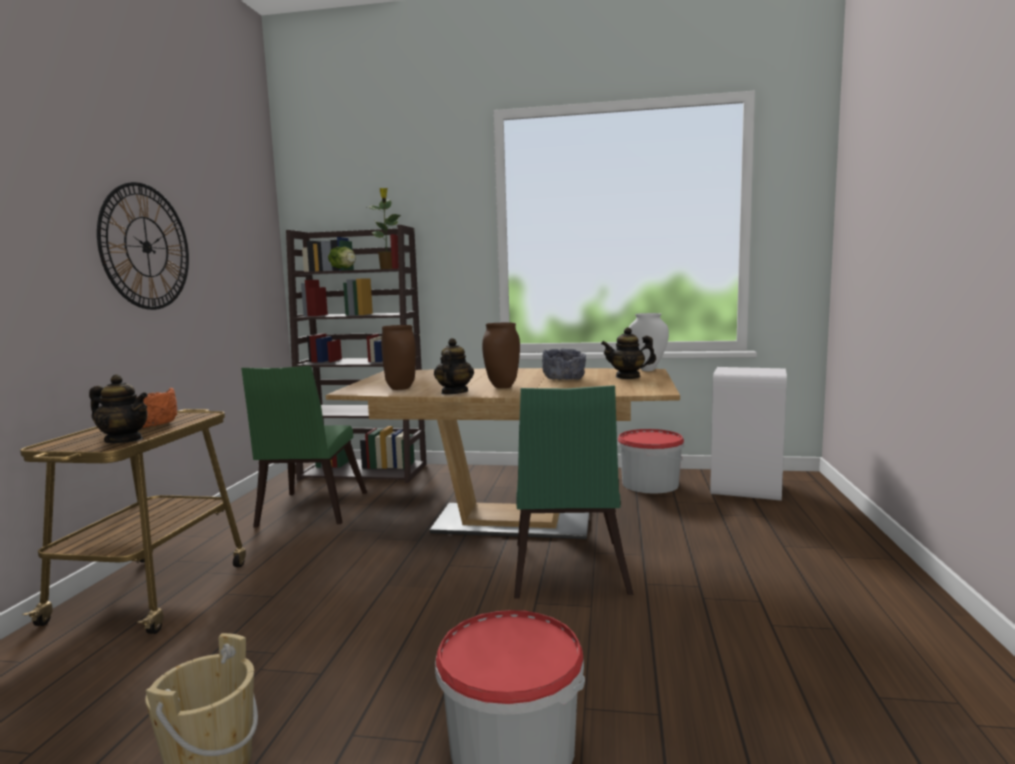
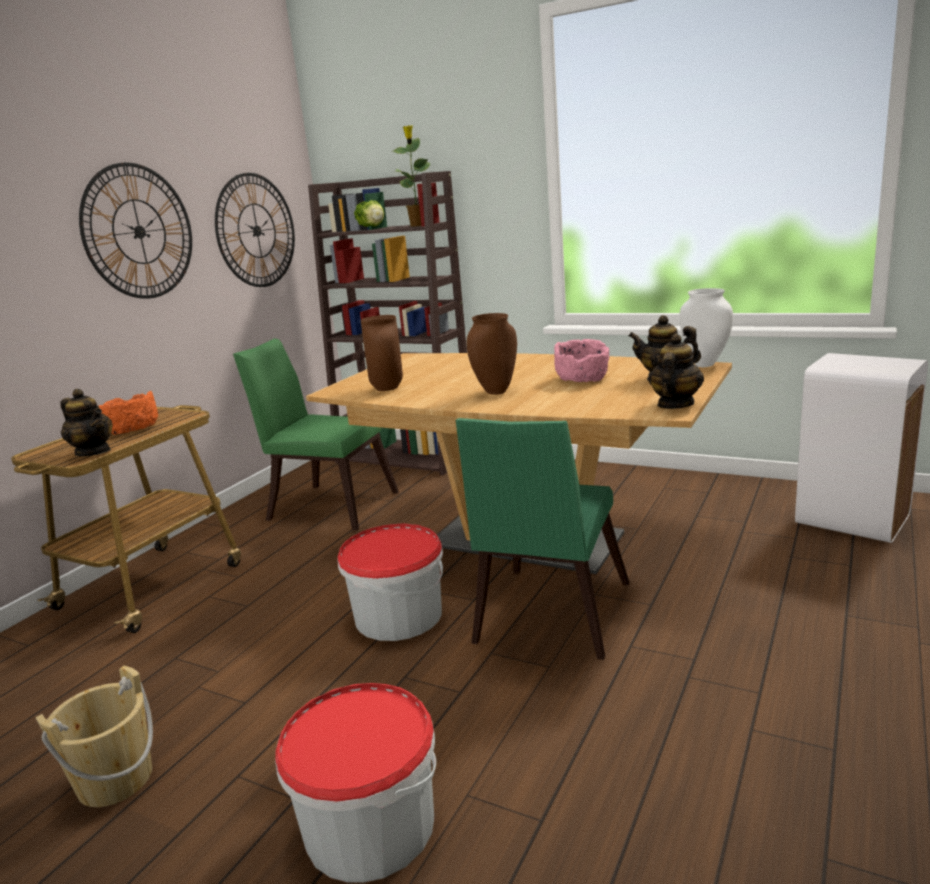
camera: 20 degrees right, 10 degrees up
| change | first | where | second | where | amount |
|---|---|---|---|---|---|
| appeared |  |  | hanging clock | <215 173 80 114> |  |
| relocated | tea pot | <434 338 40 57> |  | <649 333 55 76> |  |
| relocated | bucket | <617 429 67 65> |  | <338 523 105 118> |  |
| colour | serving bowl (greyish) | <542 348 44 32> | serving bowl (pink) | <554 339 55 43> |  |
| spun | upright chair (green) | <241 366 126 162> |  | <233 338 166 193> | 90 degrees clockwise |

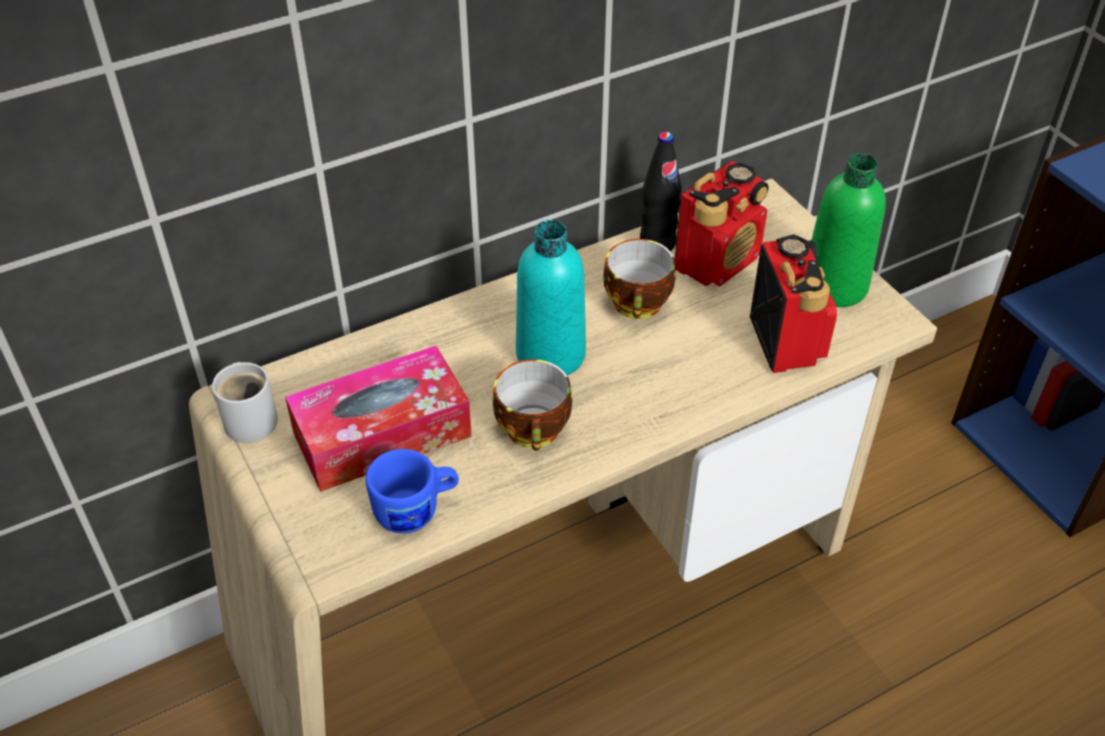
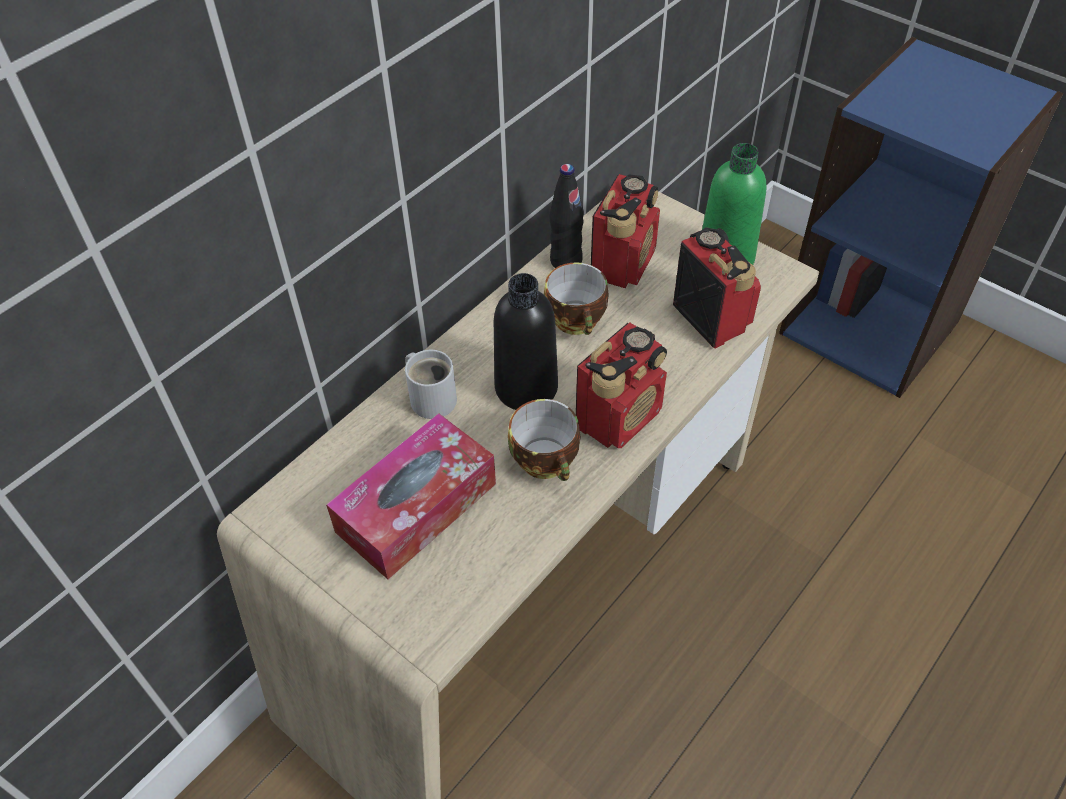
camera: 20 degrees left, 5 degrees up
| change | first | where | second | where | amount |
|---|---|---|---|---|---|
| missing | tea mug (blue-coloured) | <366 449 93 84> |  |  |  |
| appeared |  |  | radio | <576 322 91 126> |  |
| relocated | tea mug (whitish) | <212 362 66 81> |  | <405 350 52 69> |  |
| colour | bottle (turquoise) | <516 220 70 155> | bottle (black) | <494 273 64 137> |  |

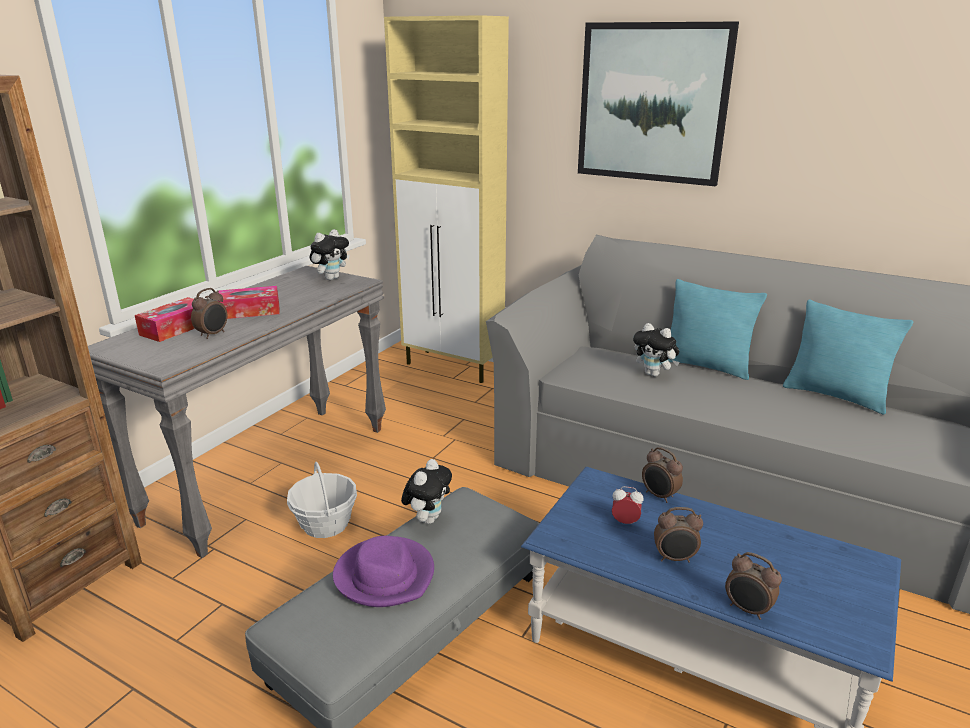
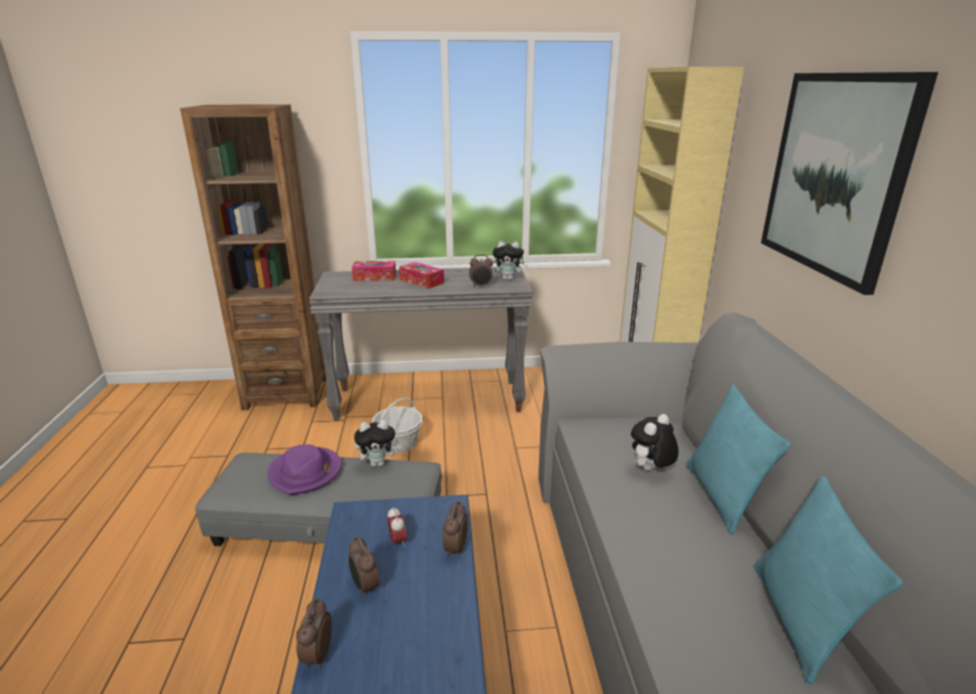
camera: 55 degrees right, 0 degrees up
| change | first | where | second | where | amount |
|---|---|---|---|---|---|
| relocated | bedside clock | <191 288 36 51> |  | <469 255 24 32> |  |
| spun | cuddly toy | <633 323 46 54> |  | <631 414 48 57> | 45 degrees clockwise |

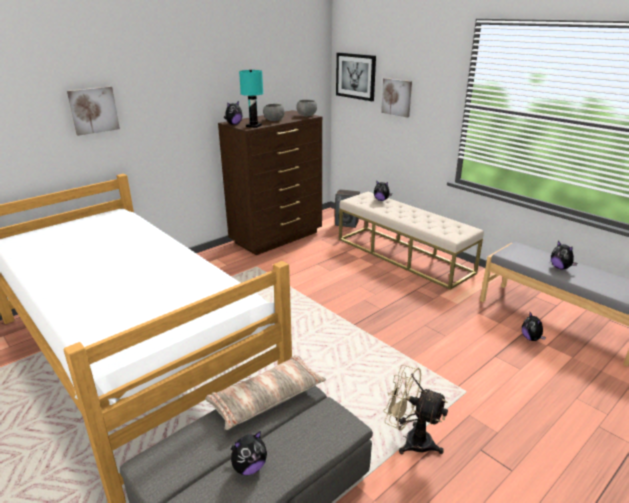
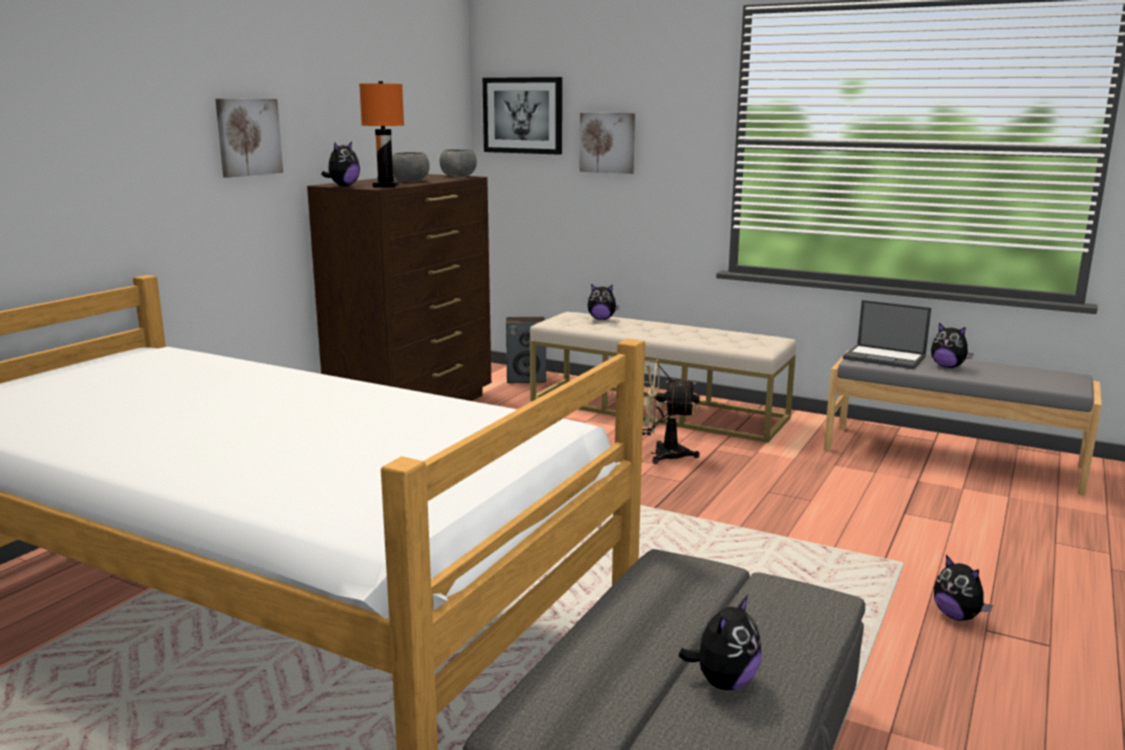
camera: 20 degrees left, 10 degrees down
| change | first | where | second | where | amount |
|---|---|---|---|---|---|
| missing | throw pillow | <205 355 121 75> |  |  |  |
| appeared |  |  | laptop | <843 300 88 69> |  |
| relocated | wall picture | <67 86 53 50> |  | <215 99 68 79> |  |
| relocated | cooling fan (sand-coloured) | <384 365 64 89> |  | <643 360 57 104> |  |
| relocated | cuddly toy | <522 312 24 29> |  | <934 555 59 66> |  |
| colour | tabletop lamp (turquoise) | <239 70 24 58> | tabletop lamp (orange) | <359 81 45 106> |  |

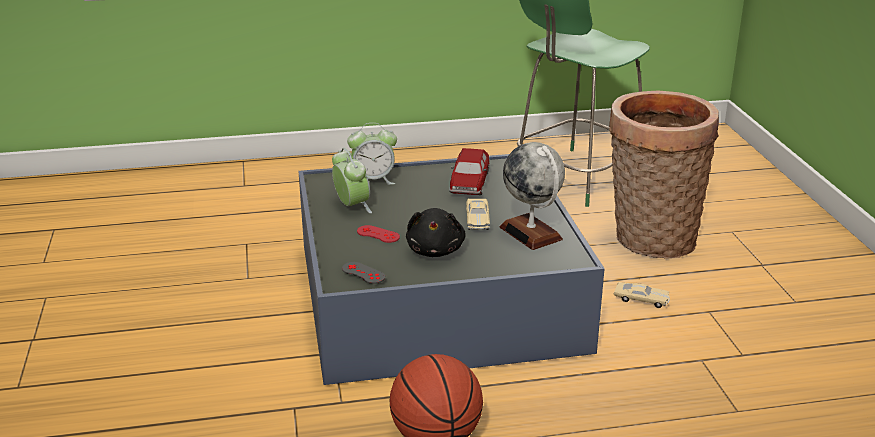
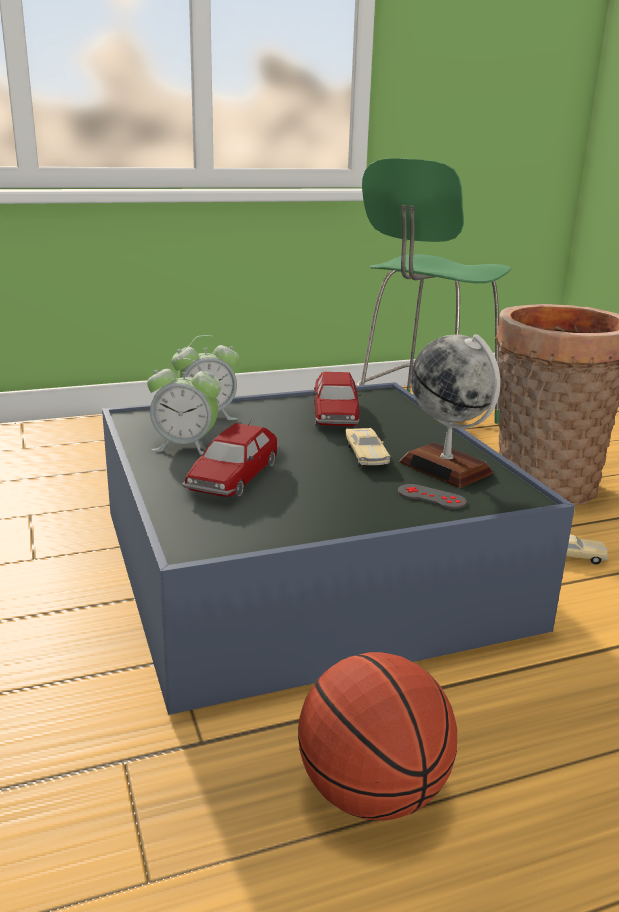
camera: 10 degrees left, 5 degrees down
| change | first | where | second | where | amount |
|---|---|---|---|---|---|
| missing | cuddly toy (black) | <406 208 60 49> |  |  |  |
| relocated | gamepad (greyish) | <342 262 43 22> |  | <398 484 69 25> |  |
| exchanged | gamepad (red-coloured) | <357 225 43 18> | miniature car | <182 423 97 75> |  |
| spun | bedside clock | <332 148 40 65> |  | <147 358 74 97> | 135 degrees clockwise |

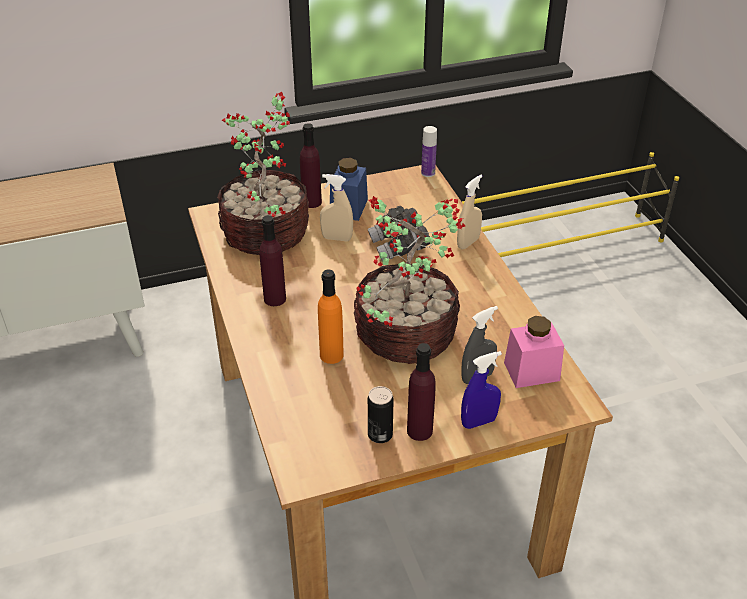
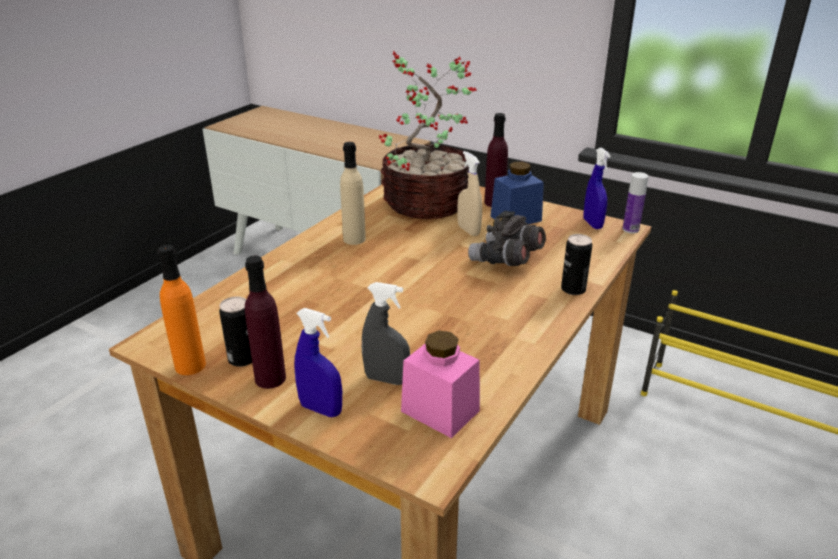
camera: 50 degrees right, 10 degrees down
| change | first | where | second | where | amount |
|---|---|---|---|---|---|
| missing | houseplant | <354 196 111 168> |  |  |  |
| appeared |  |  | spray bottle (blue-coloured) | <584 148 27 81> |  |
| relocated | bottle (orange) | <318 270 26 94> |  | <157 245 49 130> |  |
| exchanged | spray bottle (sand-coloured) | <457 175 25 74> | can | <561 234 31 61> |  |
| colour | bottle (purple) | <259 215 27 91> | bottle (sand-coloured) | <340 142 26 103> |  |

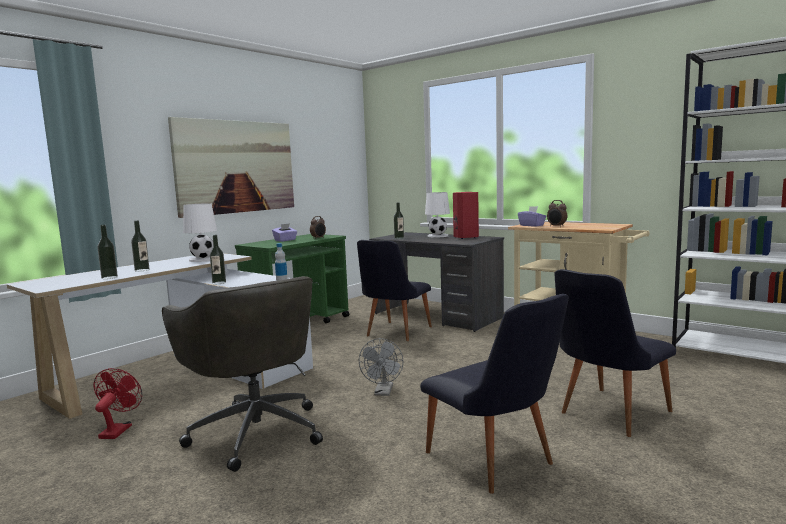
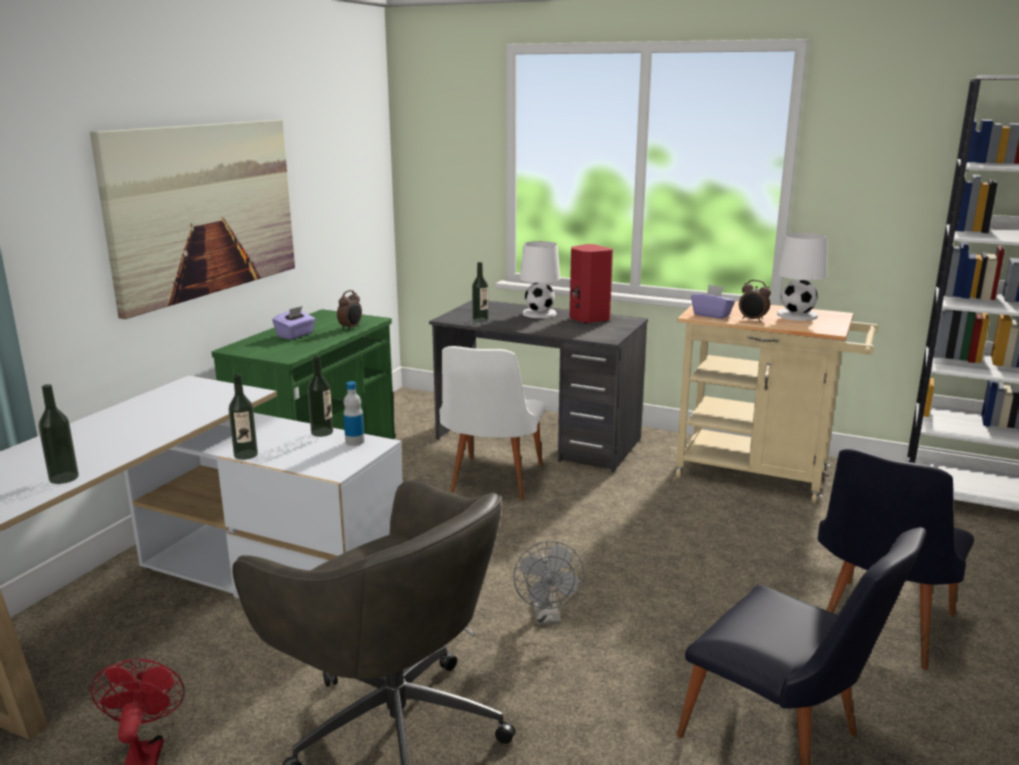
camera: 15 degrees left, 10 degrees up
| change | first | where | second | where | amount |
|---|---|---|---|---|---|
| relocated | bottle | <131 221 18 51> |  | <307 356 26 81> |  |
| relocated | tabletop lamp (whitish) | <183 203 34 59> |  | <777 233 50 88> |  |
| colour | upright chair (black) | <357 240 75 101> | upright chair (whitish) | <440 346 106 154> |  |

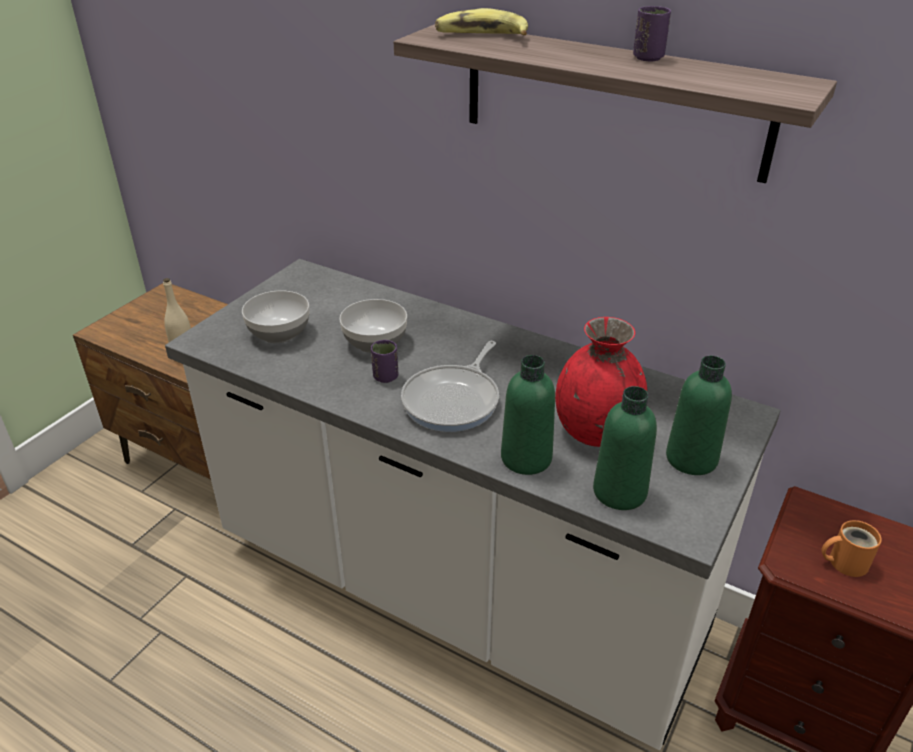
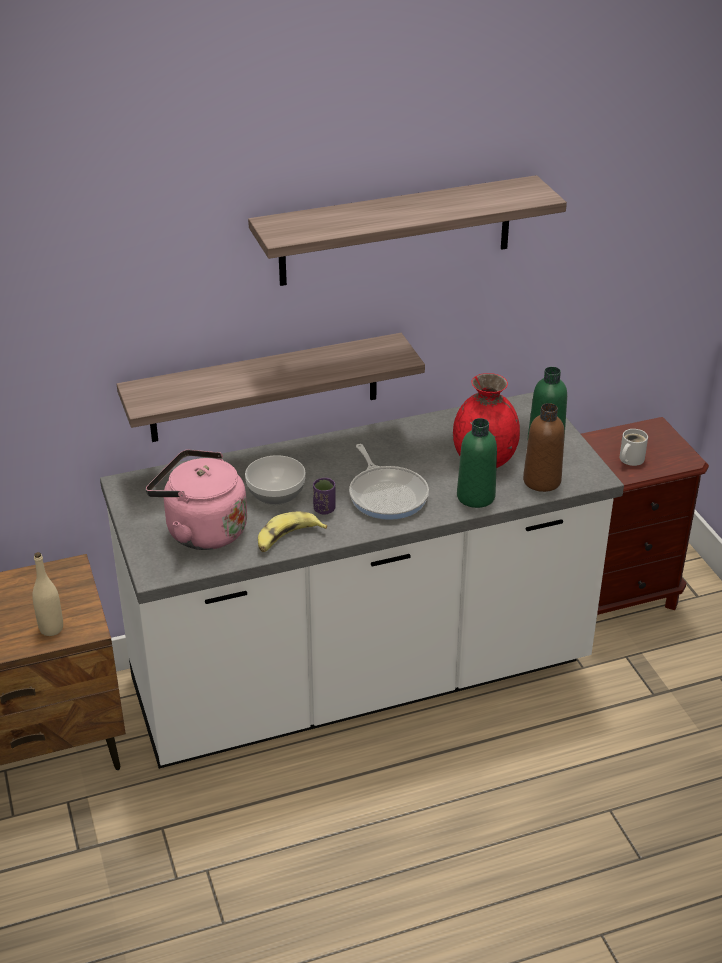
camera: 50 degrees left, 0 degrees up
| change | first | where | second | where | amount |
|---|---|---|---|---|---|
| missing | small cup (purple) | <633 6 38 55> |  |  |  |
| appeared |  |  | bracket shelf | <117 333 308 109> |  |
| relocated | banana fruit | <435 8 93 27> |  | <258 512 69 40> |  |
| exchanged | serving bowl | <242 291 67 52> | kettle (pink) | <146 449 101 101> |  |
| colour | bottle (green) | <593 386 64 124> | bottle (brownish) | <523 403 42 89> |  |
| colour | tea mug (orange) | <821 520 61 57> | tea mug (whitish) | <620 429 28 37> |  |

